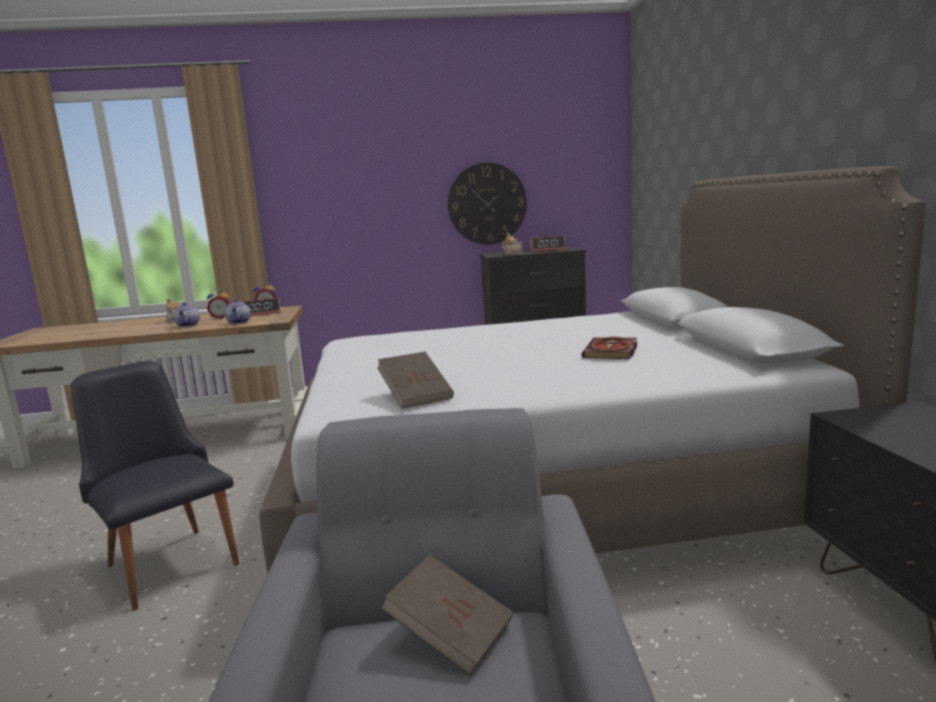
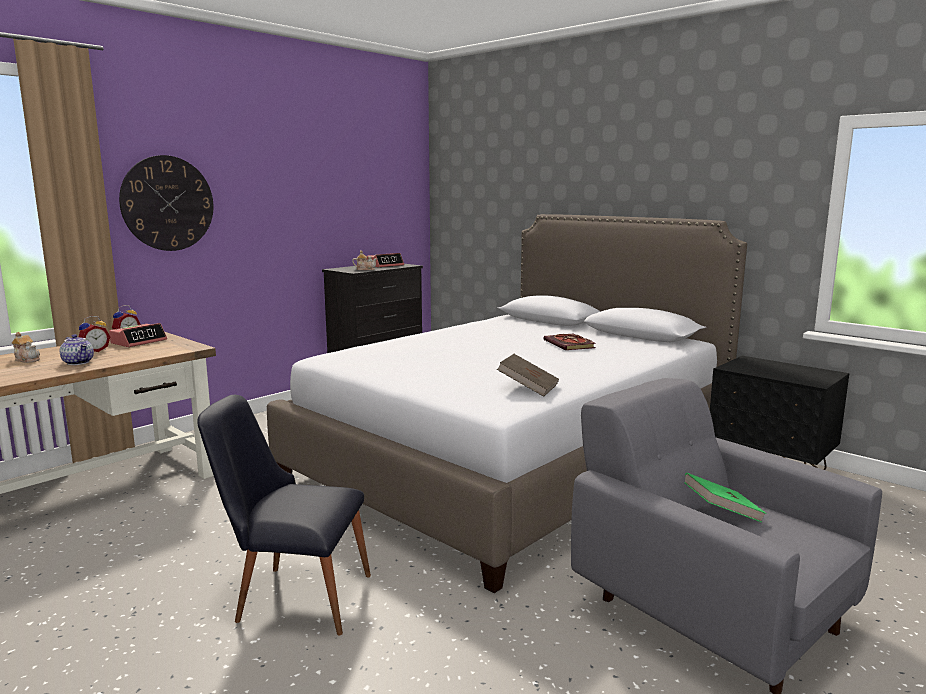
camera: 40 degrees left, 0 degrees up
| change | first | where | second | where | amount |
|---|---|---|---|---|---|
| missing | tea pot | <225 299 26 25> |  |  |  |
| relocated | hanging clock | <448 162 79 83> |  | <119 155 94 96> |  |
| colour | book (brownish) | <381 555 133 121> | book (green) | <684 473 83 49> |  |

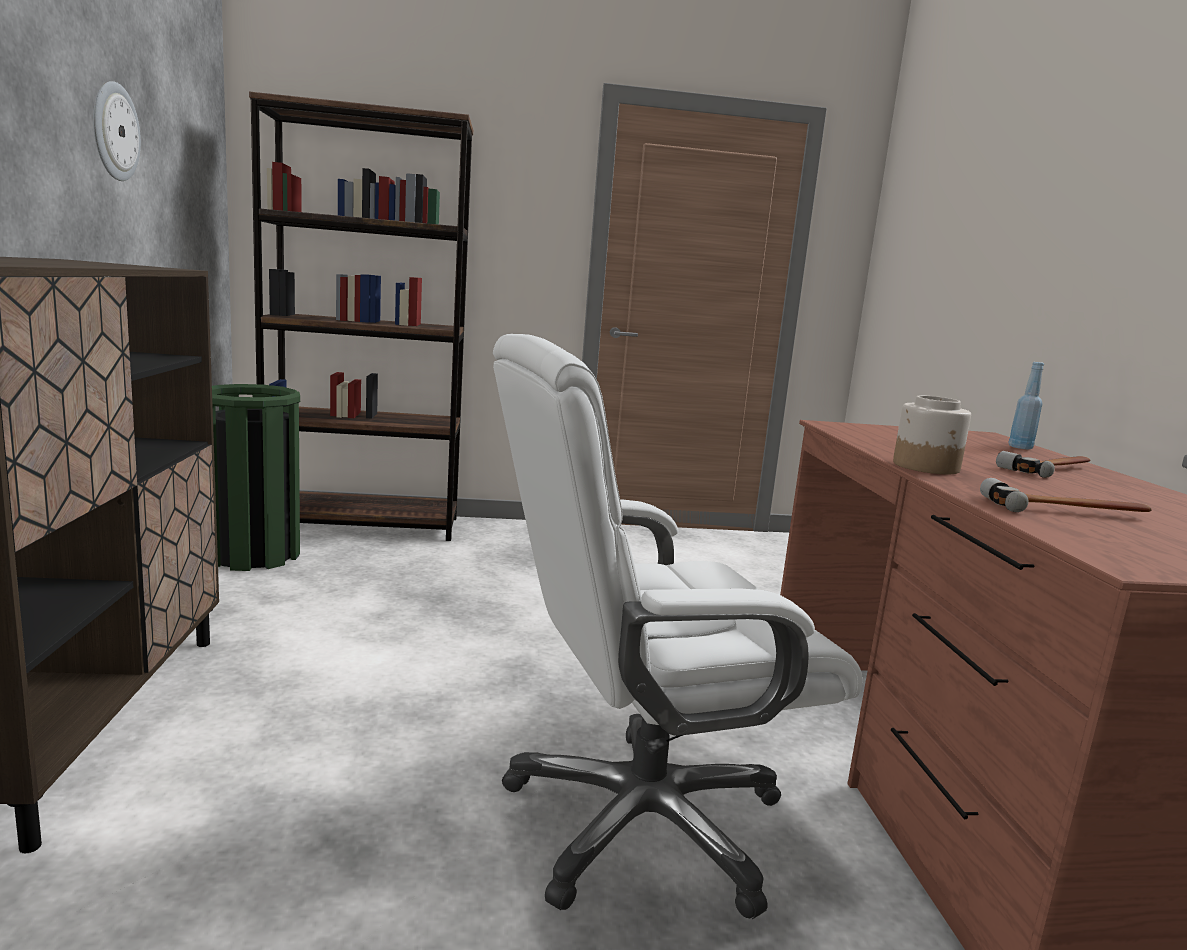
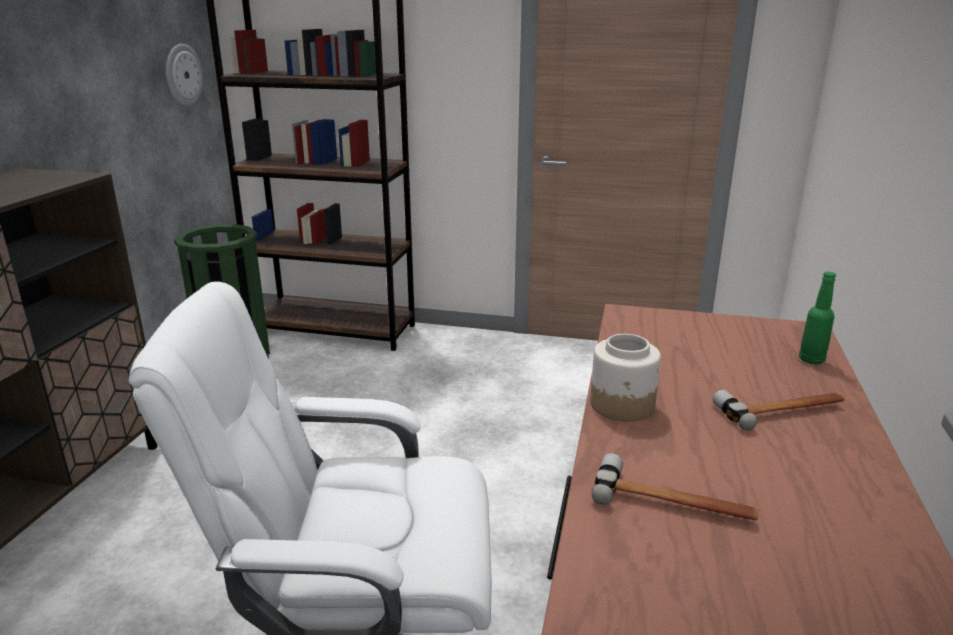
camera: 20 degrees right, 10 degrees up
| change | first | where | second | where | amount |
|---|---|---|---|---|---|
| relocated | hanging clock | <93 81 48 100> |  | <166 44 37 62> |  |
| colour | bottle (blue-coloured) | <1009 362 35 87> | bottle (green) | <799 272 37 92> |  |

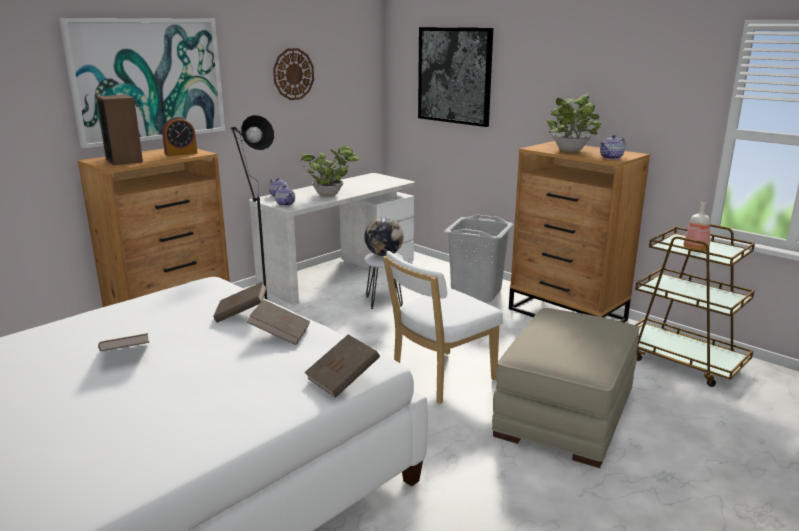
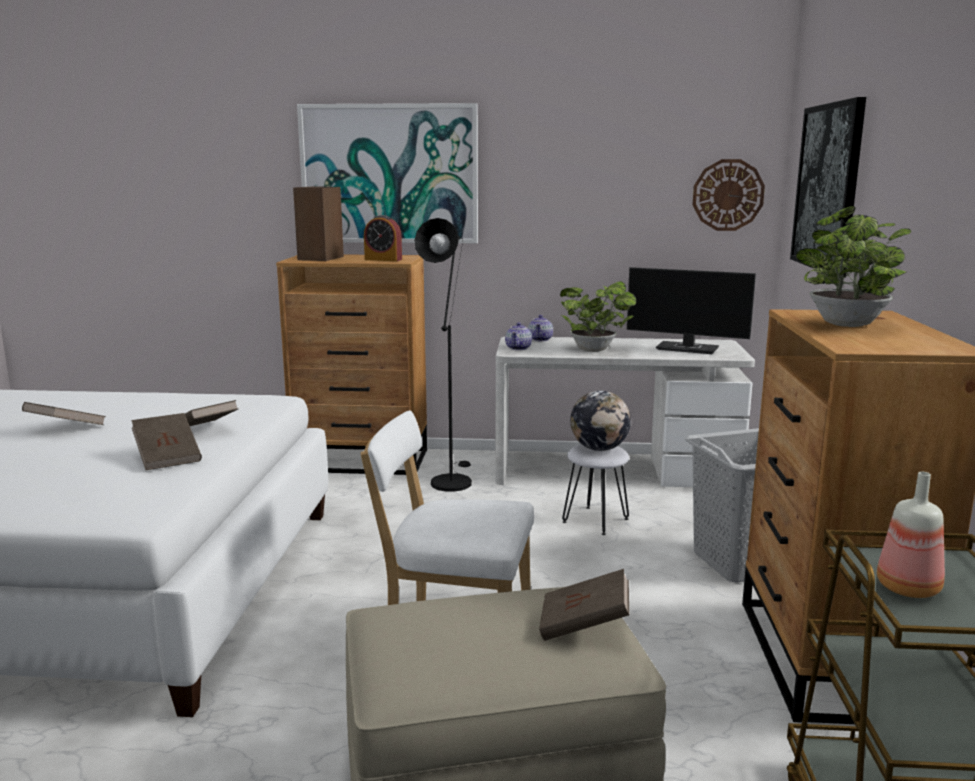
camera: 50 degrees right, 5 degrees down
| change | first | where | second | where | amount |
|---|---|---|---|---|---|
| missing | tea pot | <600 135 25 25> |  |  |  |
| appeared |  |  | monitor | <627 267 129 87> |  |
| relocated | hanging clock | <273 48 41 52> |  | <693 159 72 72> |  |
| relocated | book (brownish) | <304 335 76 63> |  | <539 569 90 72> |  |

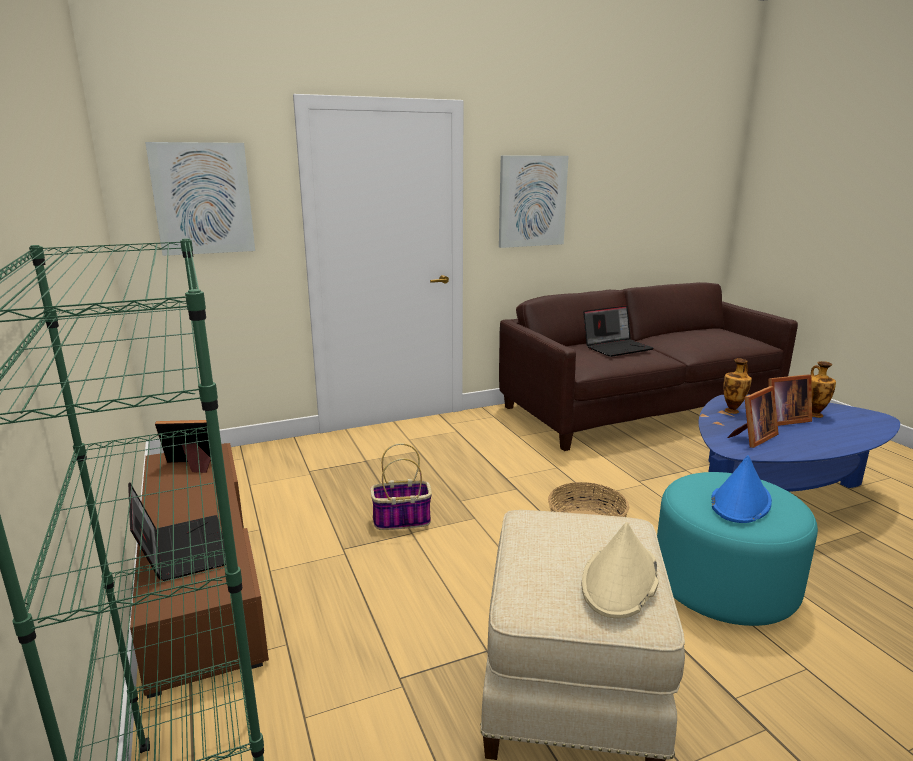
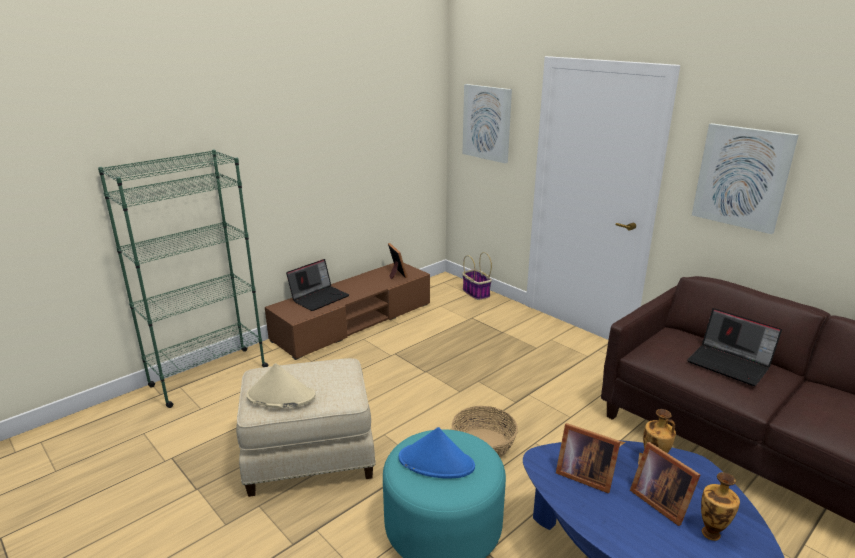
camera: 70 degrees right, 5 degrees up
| change | first | where | second | where | amount |
|---|---|---|---|---|---|
| relocated | household basket | <370 443 62 87> |  | <462 252 30 48> |  |

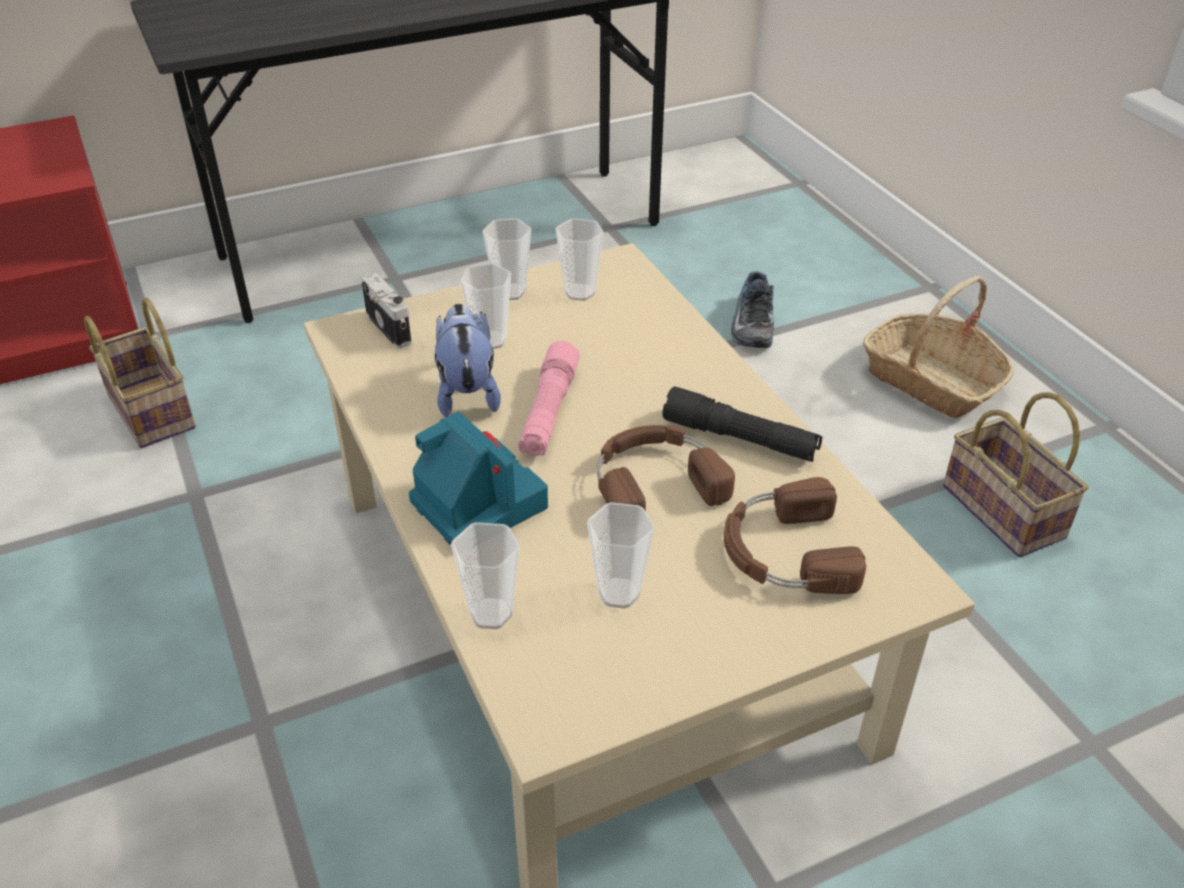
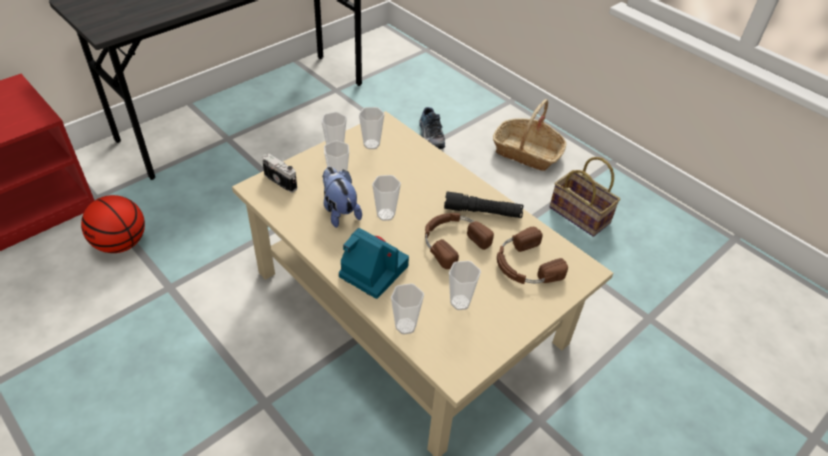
camera: 20 degrees left, 5 degrees up
| change | first | where | second | where | amount |
|---|---|---|---|---|---|
| exchanged | household basket | <84 297 112 151> | ball for basketball | <81 195 64 58> |  |
| exchanged | torch (pink) | <518 341 62 115> | small cup | <372 175 29 46> |  |

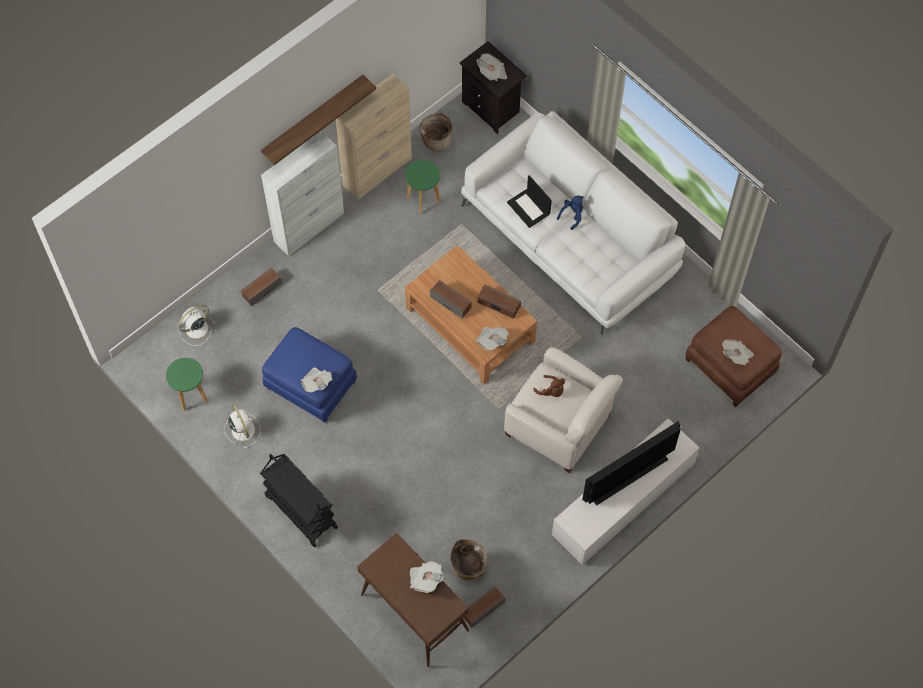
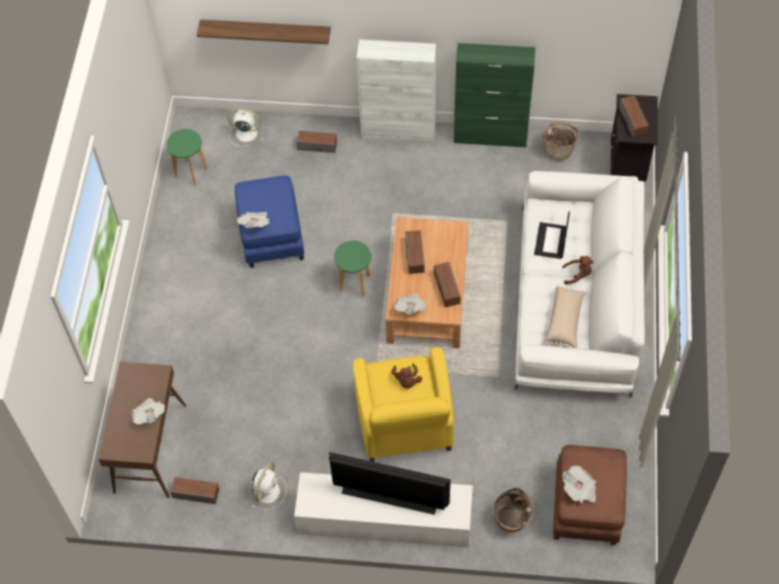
camera: 50 degrees right, 5 degrees down
| change | first | where | second | where | amount |
|---|---|---|---|---|---|
| missing | trolley (black) | <260 454 78 93> |  |  |  |
| appeared |  |  | throw pillow (sand-coloured) | <545 285 41 63> |  |
| relocated | cooling fan (whitish) | <224 404 37 45> |  | <249 462 38 48> |  |
| relocated | bracket shelf | <260 75 117 90> |  | <197 19 134 25> |  |
| relocated | stool seat (green) | <405 160 35 54> |  | <334 241 37 56> |  |
| relocated | household basket | <450 539 38 41> |  | <494 488 40 44> |  |
| exchanged | printed paper | <477 53 30 28> | speaker | <619 95 30 43> |  |
| colour | cabinet (sand-coloured) | <336 74 76 126> | cabinet (green) | <454 43 81 104> |  |
| colour | armchair (whitish) | <504 347 119 126> | armchair (yellow-coloured) | <353 347 101 115> |  |
| colour | cuddly toy (blue-coloured) | <557 195 27 35> | cuddly toy (brownish) | <562 256 31 29> |  |

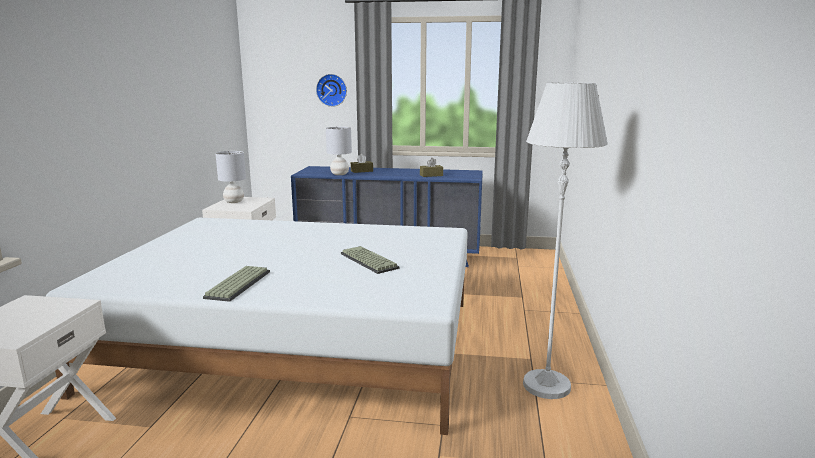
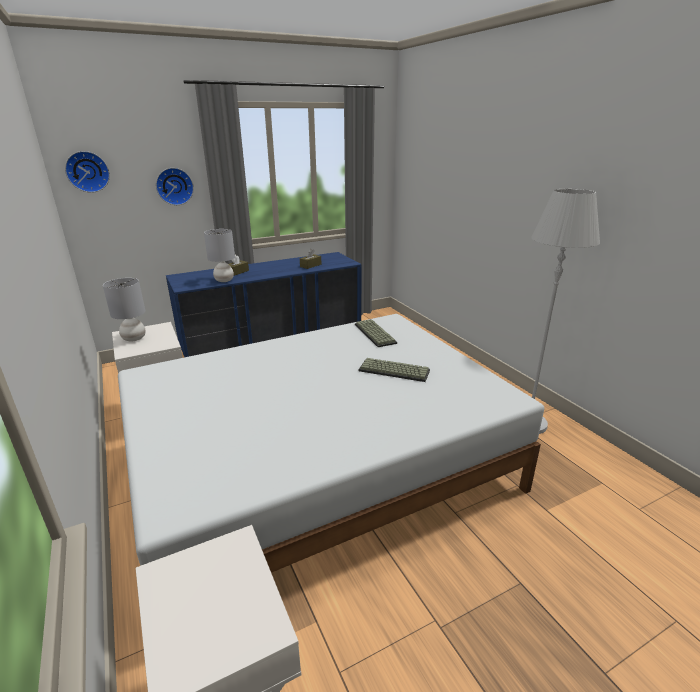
camera: 35 degrees left, 10 degrees up
| change | first | where | second | where | amount |
|---|---|---|---|---|---|
| appeared |  |  | hanging clock | <65 151 45 42> |  |
| relocated | computer keyboard | <203 266 67 36> |  | <355 319 42 28> |  |

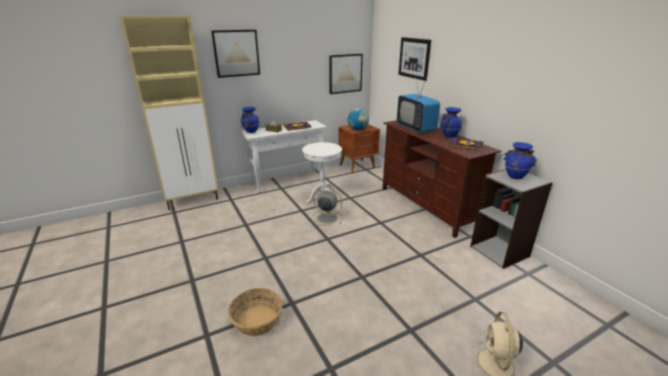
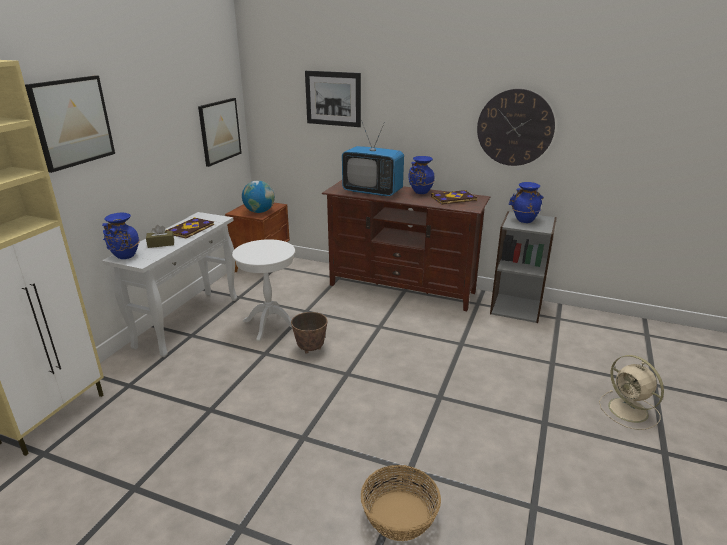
camera: 40 degrees left, 0 degrees up
| change | first | where | second | where | amount |
|---|---|---|---|---|---|
| appeared |  |  | hanging clock | <477 89 78 77> |  |
| exchanged | cooling fan (greyish) | <311 187 32 39> | planter | <291 312 37 41> |  |

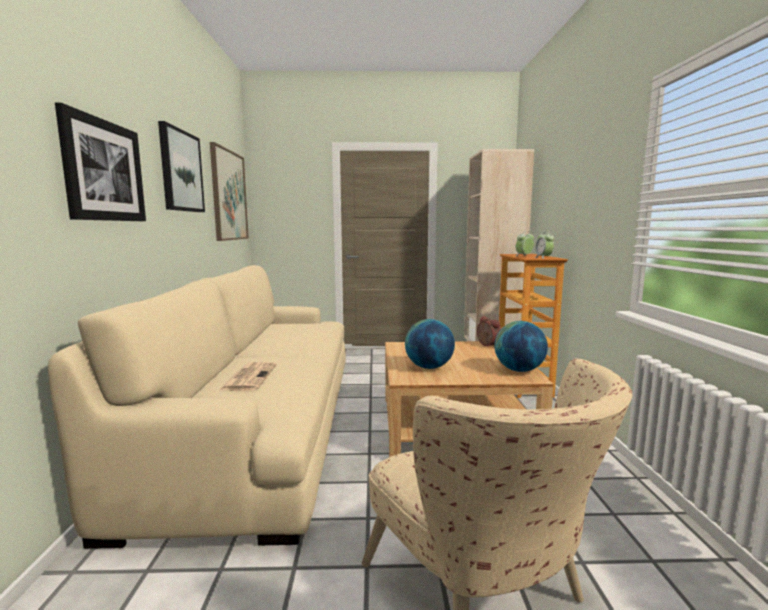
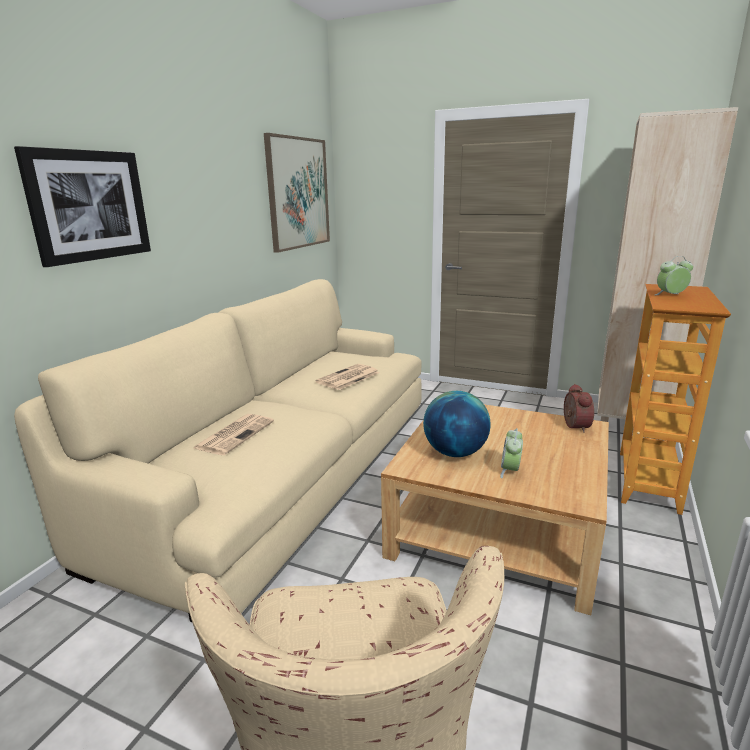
camera: 25 degrees right, 10 degrees up
| change | first | where | second | where | amount |
|---|---|---|---|---|---|
| missing | wall picture | <158 121 47 91> |  |  |  |
| missing | world globe | <494 321 54 51> |  |  |  |
| appeared |  |  | printed paper | <316 364 63 26> |  |
| relocated | bedside clock | <535 231 19 28> |  | <500 428 23 50> |  |

